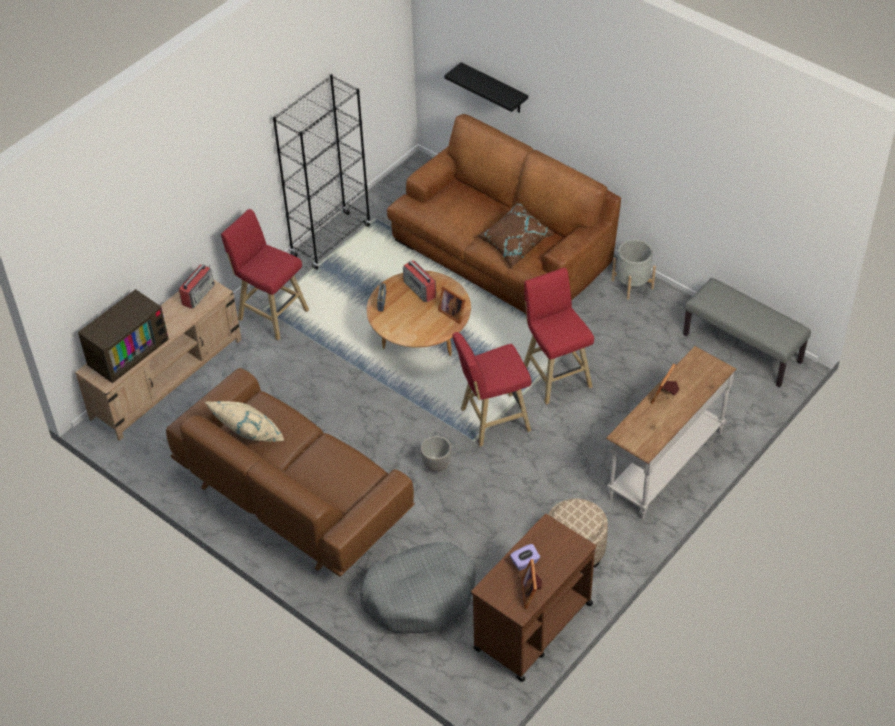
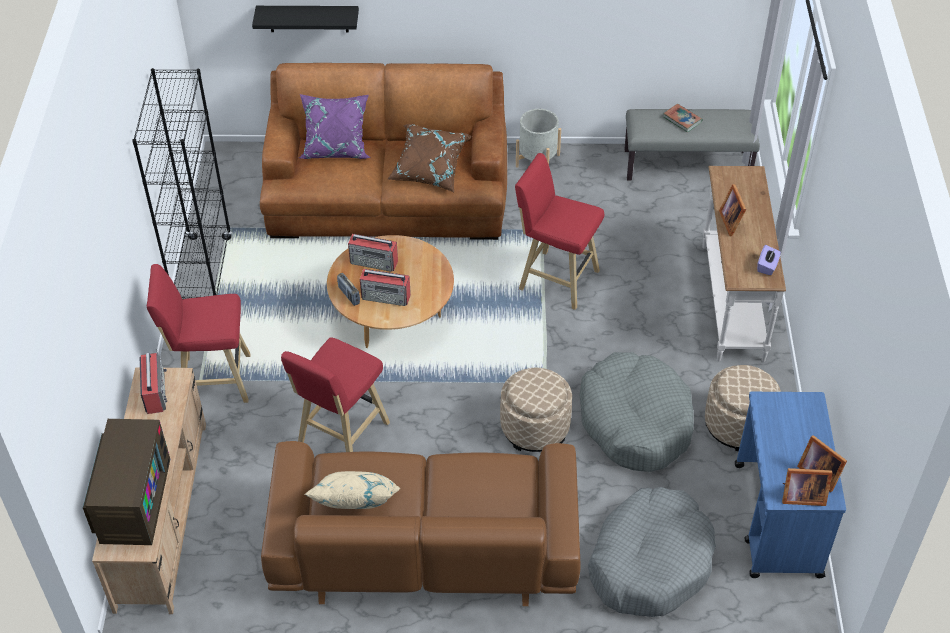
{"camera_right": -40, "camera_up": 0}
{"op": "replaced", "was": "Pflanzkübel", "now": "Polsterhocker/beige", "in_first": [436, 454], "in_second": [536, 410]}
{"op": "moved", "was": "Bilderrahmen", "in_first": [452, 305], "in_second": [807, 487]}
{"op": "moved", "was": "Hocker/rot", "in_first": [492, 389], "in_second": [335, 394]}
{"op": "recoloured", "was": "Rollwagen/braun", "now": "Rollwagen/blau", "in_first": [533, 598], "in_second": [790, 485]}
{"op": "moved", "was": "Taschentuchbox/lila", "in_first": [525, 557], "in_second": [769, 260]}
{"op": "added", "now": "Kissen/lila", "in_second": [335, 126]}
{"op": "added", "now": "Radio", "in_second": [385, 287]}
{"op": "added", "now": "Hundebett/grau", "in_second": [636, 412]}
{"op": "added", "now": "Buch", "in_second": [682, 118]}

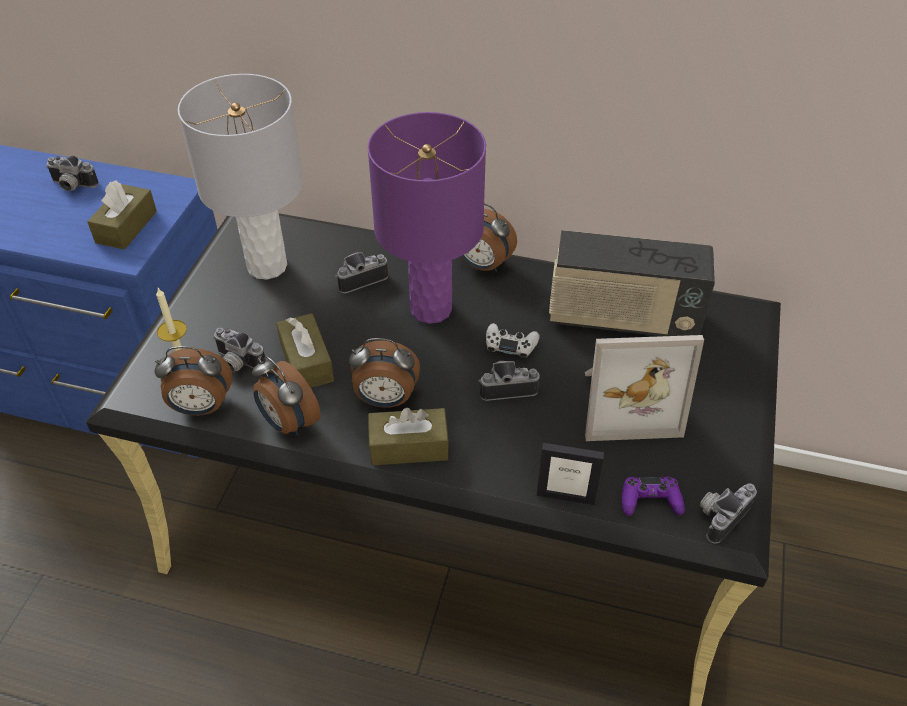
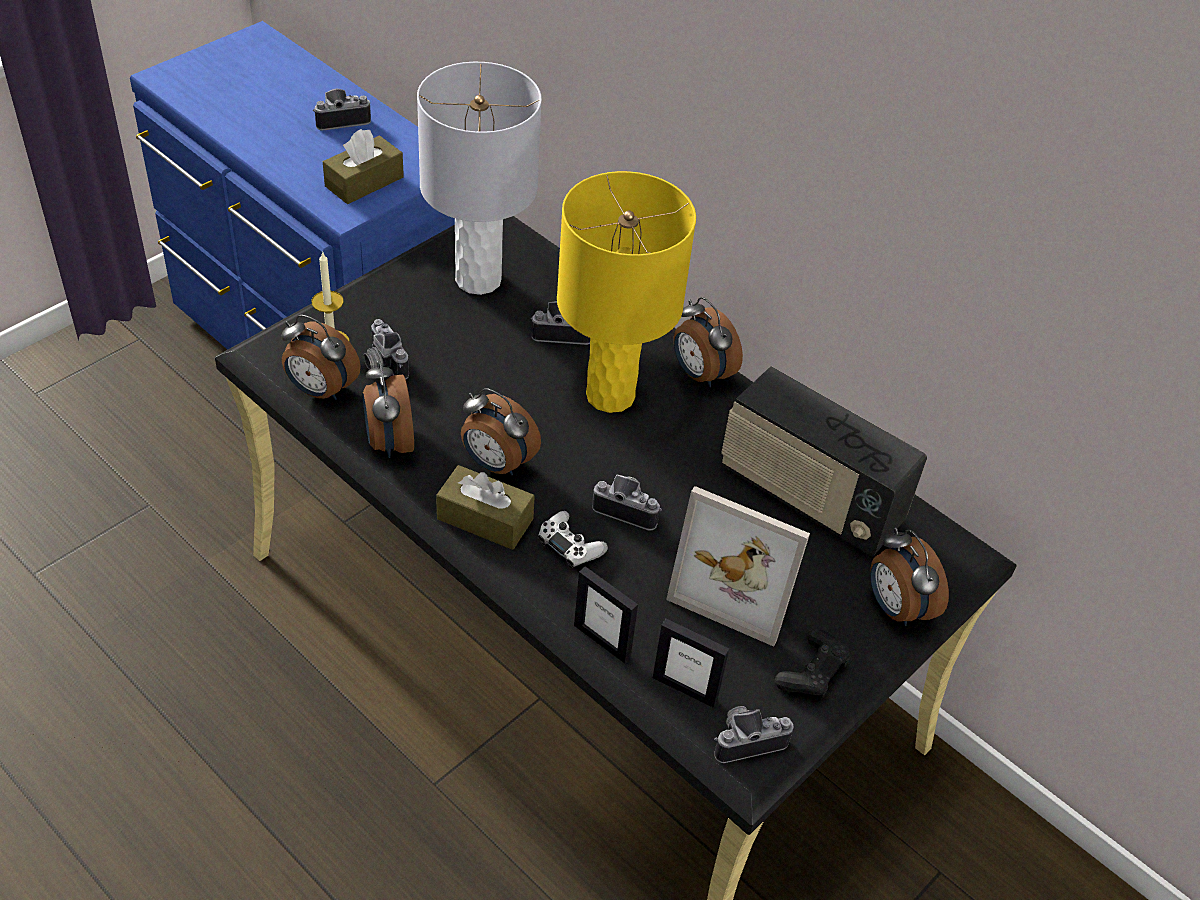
{"camera_right": 25, "camera_up": 0}
{"op": "turned", "was": "Kamera", "in_first": [72, 173], "in_second": [342, 110], "clockwise": 120}
{"op": "removed", "was": "Taschentuchbox/braun", "in_first": [305, 350]}
{"op": "recoloured", "was": "Tischlampe/lila", "now": "Tischlampe/gelb", "in_first": [426, 218], "in_second": [626, 292]}
{"op": "moved", "was": "Gamepad/weiß", "in_first": [513, 341], "in_second": [573, 539]}
{"op": "replaced", "was": "Gamepad/lila", "now": "Bilderrahmen", "in_first": [653, 496], "in_second": [691, 663]}
{"op": "added", "now": "Gamepad/schwarz", "in_second": [813, 662]}
{"op": "added", "now": "Wecker", "in_second": [909, 576]}

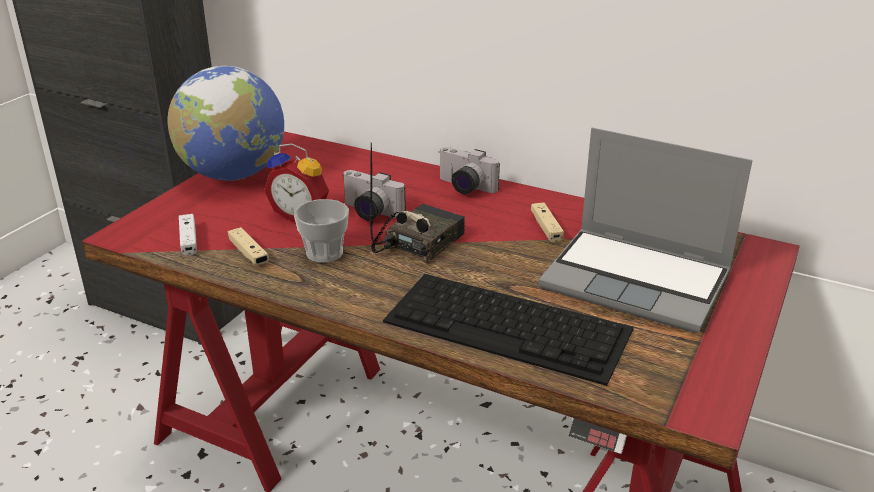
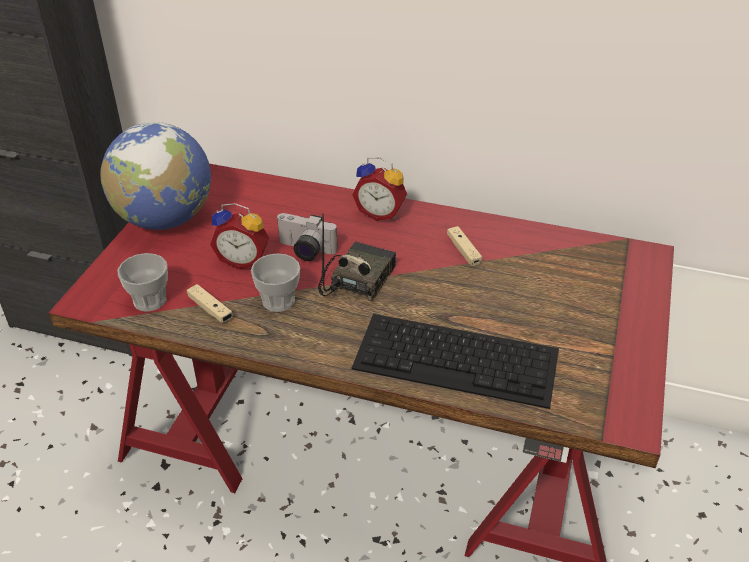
{"camera_right": -10, "camera_up": 10}
{"op": "replaced", "was": "Gamepad/weiß", "now": "Tasse", "in_first": [188, 235], "in_second": [143, 282]}
{"op": "replaced", "was": "Kamera", "now": "Wecker", "in_first": [469, 170], "in_second": [379, 189]}
{"op": "removed", "was": "Laptop", "in_first": [645, 230]}

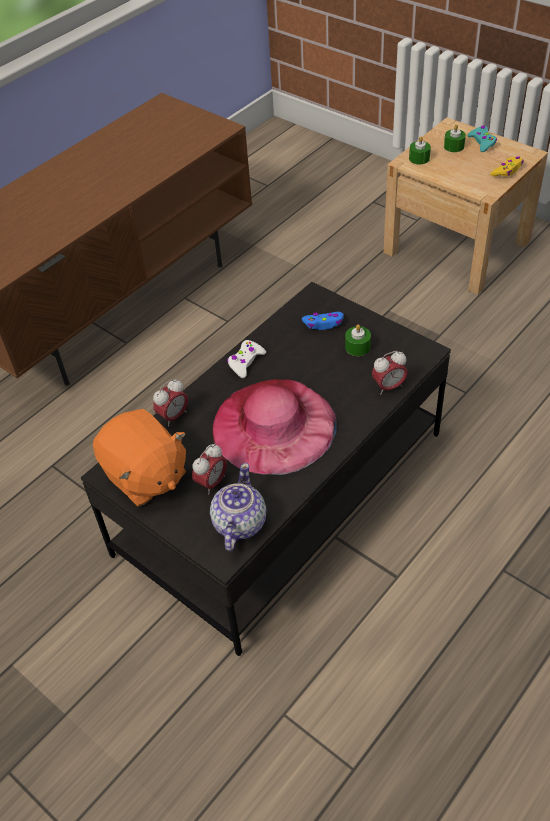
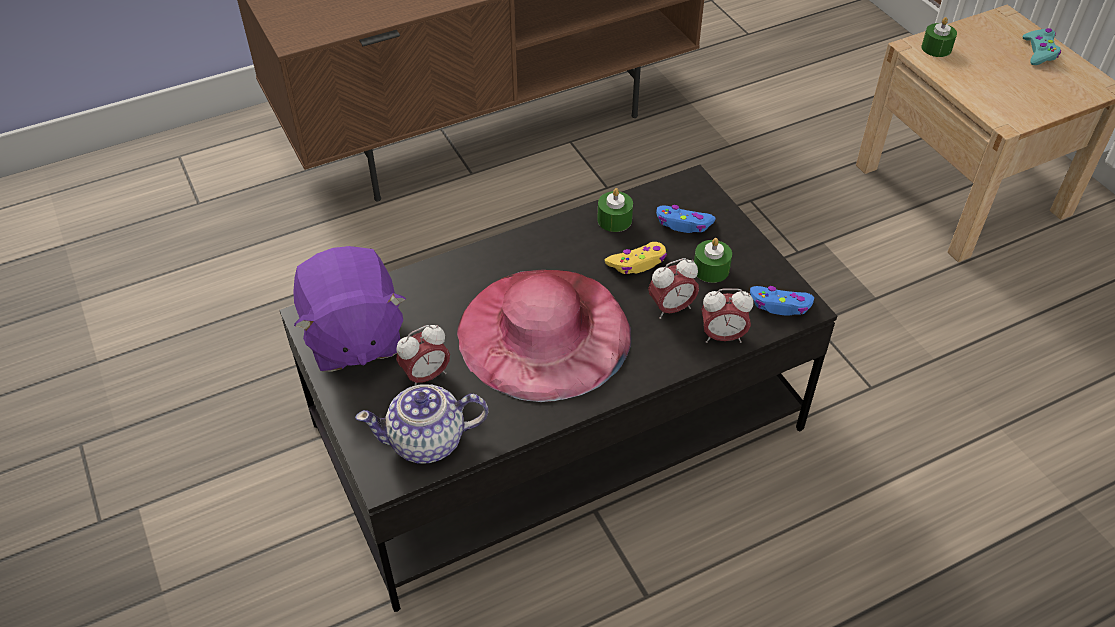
{"camera_right": 20, "camera_up": 0}
{"op": "recoloured", "was": "Plüschtier/orange", "now": "Plüschtier/lila", "in_first": [139, 457], "in_second": [349, 309]}
{"op": "moved", "was": "Wecker", "in_first": [170, 402], "in_second": [673, 288]}
{"op": "turned", "was": "Teekanne", "in_first": [238, 507], "in_second": [421, 423], "clockwise": -135}
{"op": "removed", "was": "Gamepad/weiß", "in_first": [246, 359]}
{"op": "moved", "was": "Kerze/grün", "in_first": [455, 138], "in_second": [615, 210]}
{"op": "moved", "was": "Gamepad/gelb", "in_first": [507, 166], "in_second": [636, 258]}
{"op": "added", "now": "Gamepad/blau", "in_second": [782, 301]}

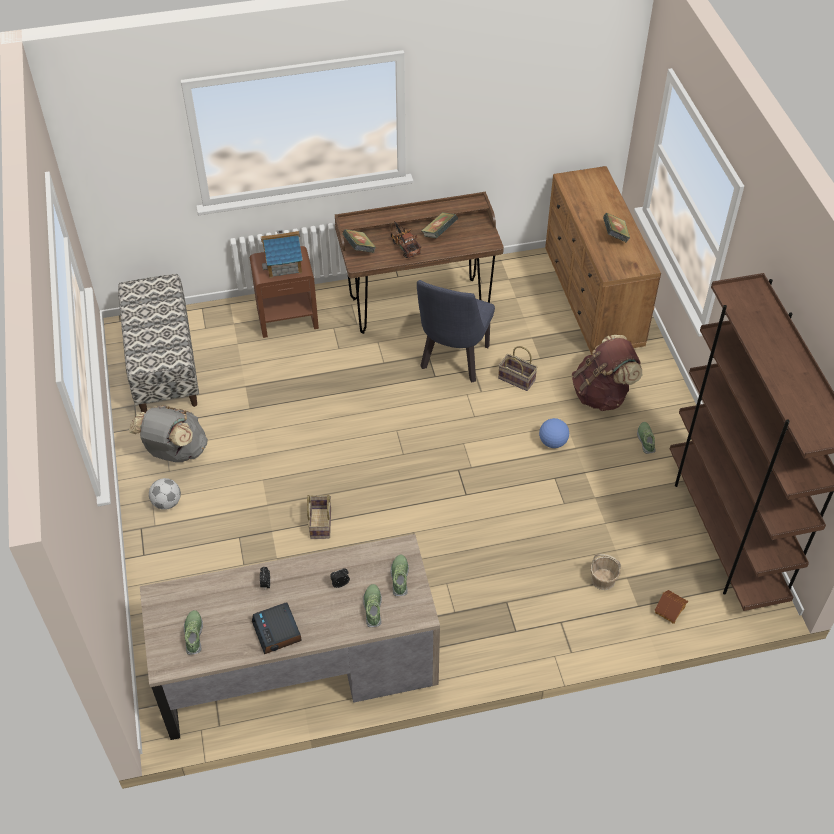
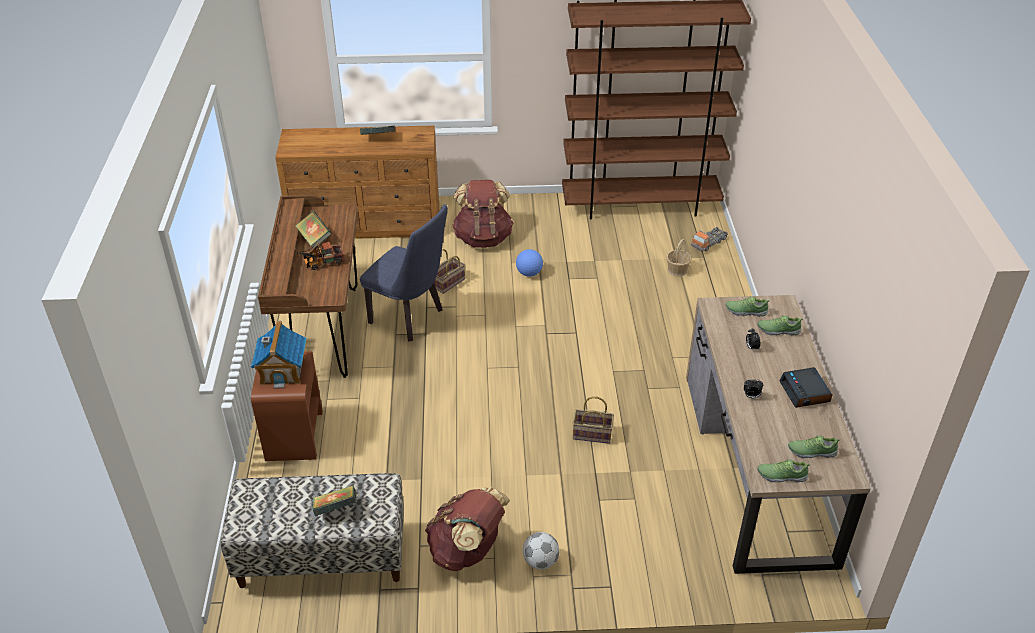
{"camera_right": -80, "camera_up": -10}
{"op": "recoloured", "was": "Rucksack/grau", "now": "Rucksack/braun", "in_first": [168, 433], "in_second": [467, 529]}
{"op": "turned", "was": "Wecker", "in_first": [277, 628], "in_second": [806, 387], "clockwise": 90}
{"op": "moved", "was": "Buch", "in_first": [359, 241], "in_second": [334, 500]}
{"op": "moved", "was": "Schuh", "in_first": [646, 438], "in_second": [784, 471]}
{"op": "replaced", "was": "Spielzeughaus", "now": "Spielzeuglaster", "in_first": [671, 607], "in_second": [709, 239]}

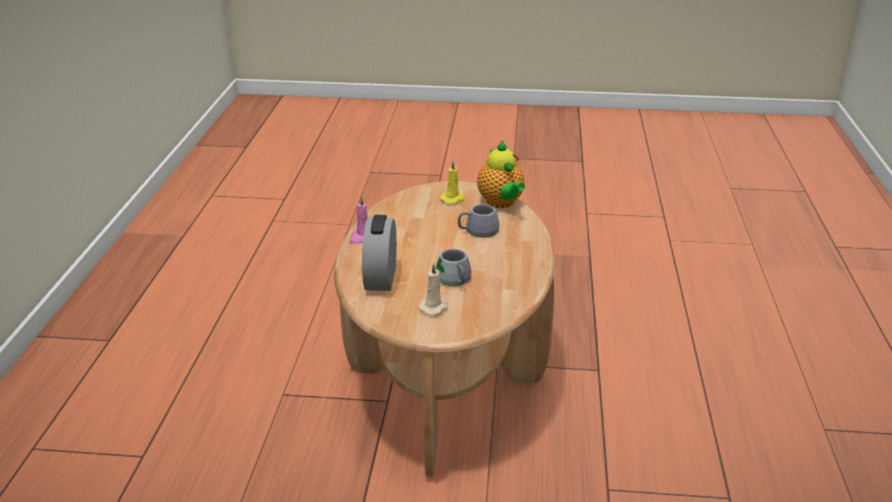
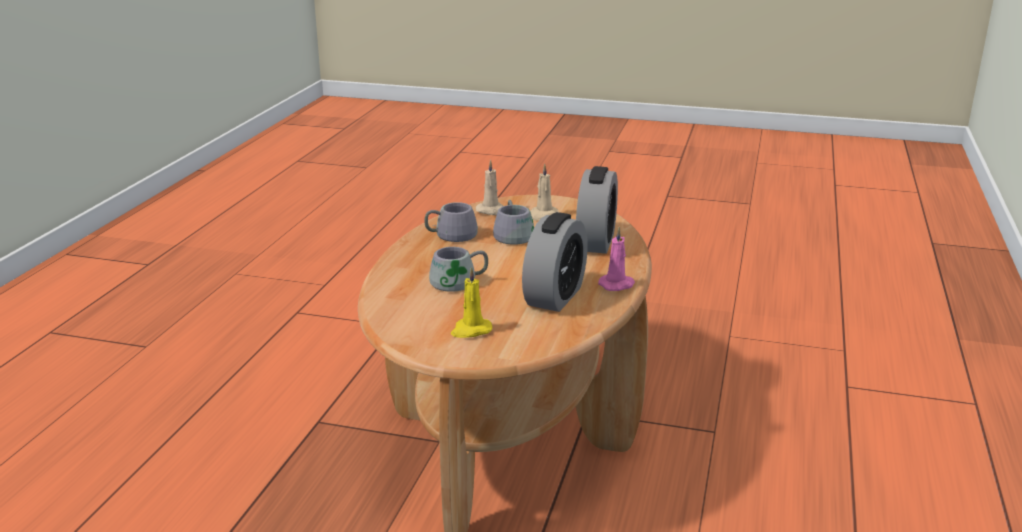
{"camera_right": -170, "camera_up": -5}
{"op": "removed", "was": "Teekanne", "in_first": [501, 174]}
{"op": "added", "now": "Henkelbecher/grau", "in_second": [451, 222]}
{"op": "added", "now": "Kerze/beige", "in_second": [489, 187]}
{"op": "added", "now": "Wecker", "in_second": [555, 262]}

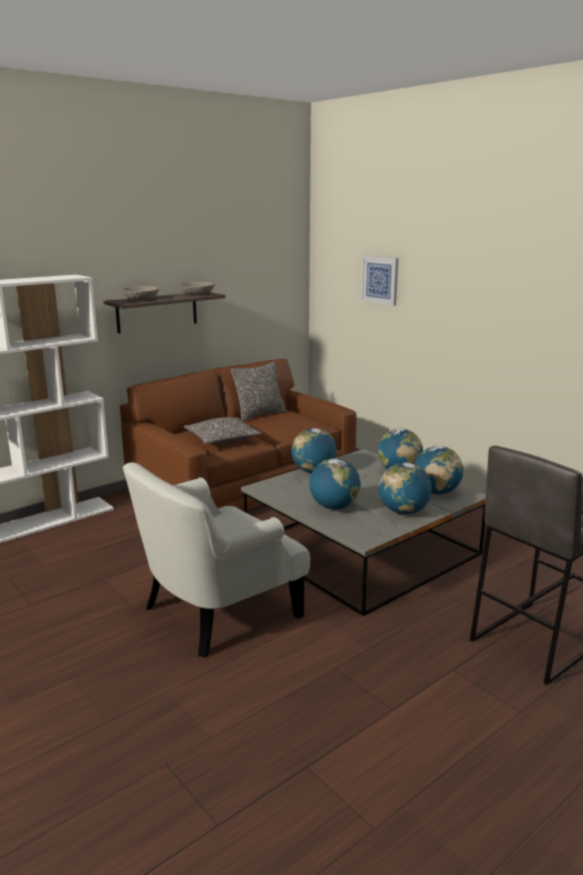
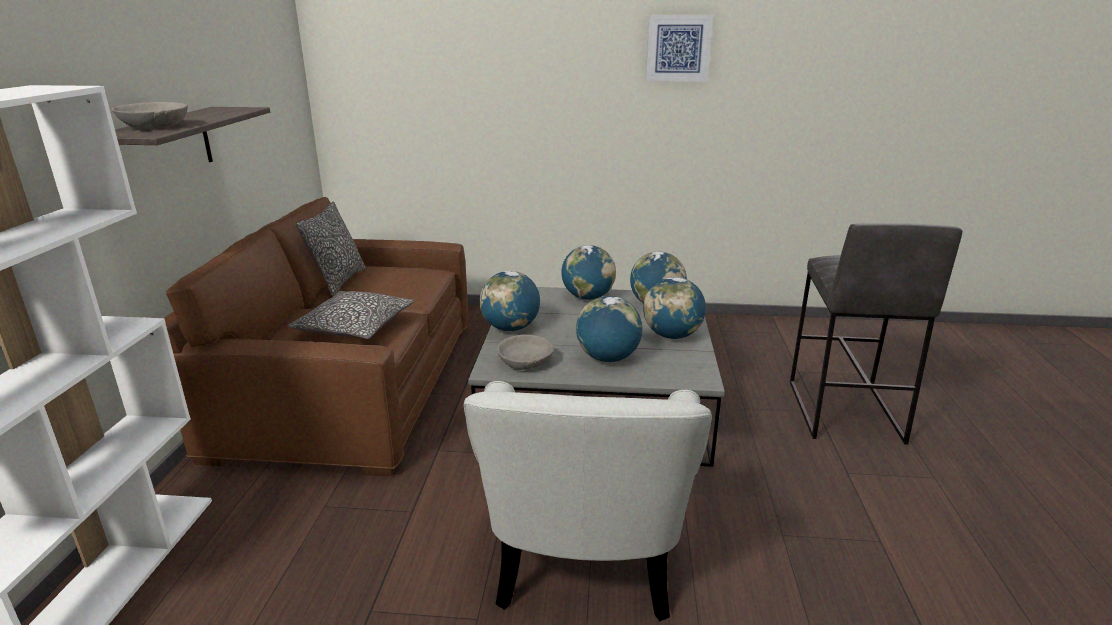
{"camera_right": -45, "camera_up": 5}
{"op": "moved", "was": "Schüssel/grau", "in_first": [197, 288], "in_second": [525, 352]}
{"op": "moved", "was": "Bild", "in_first": [379, 281], "in_second": [679, 48]}

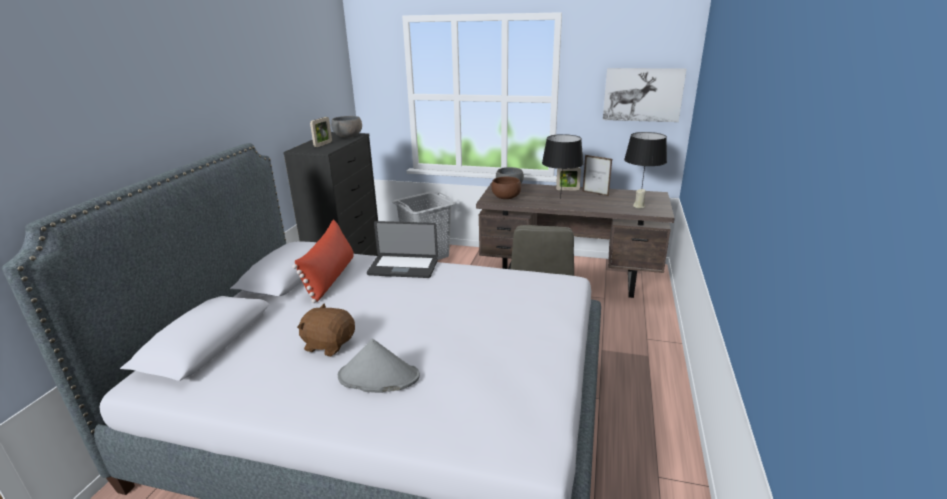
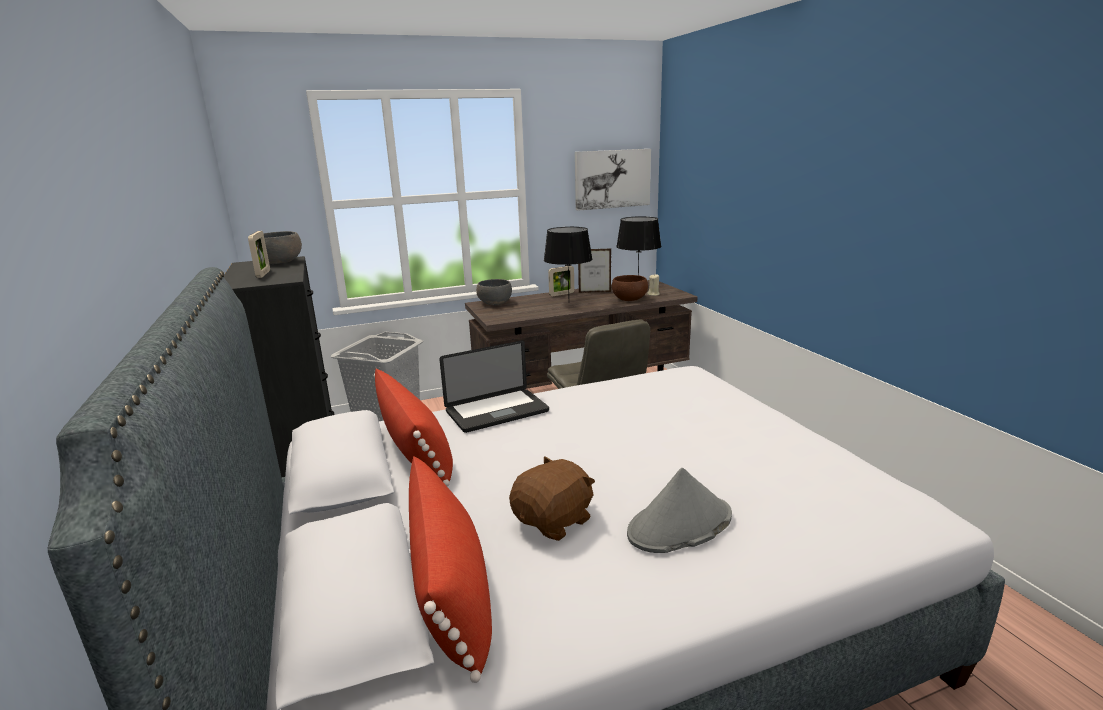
{"camera_right": -35, "camera_up": -5}
{"op": "turned", "was": "Plüschtier/braun", "in_first": [326, 330], "in_second": [552, 498], "clockwise": 150}
{"op": "moved", "was": "Schüssel/braun", "in_first": [506, 188], "in_second": [630, 288]}
{"op": "added", "now": "Kissen/rot", "in_second": [450, 569]}

